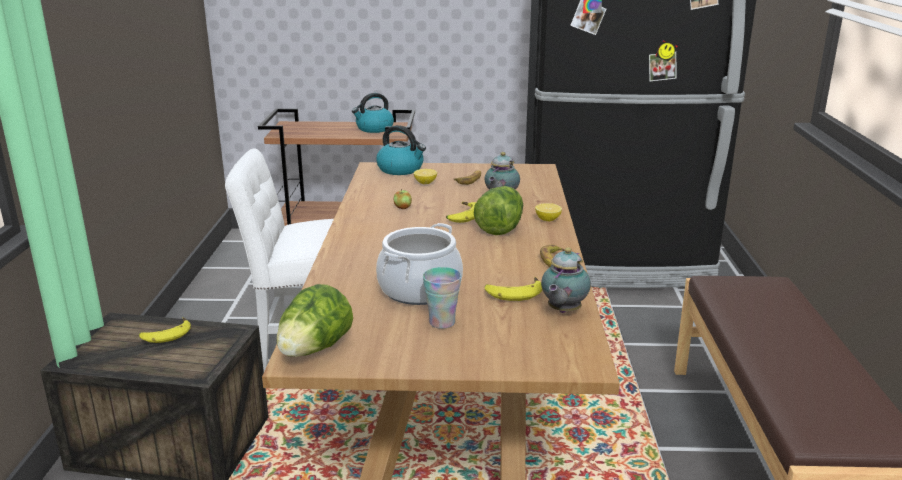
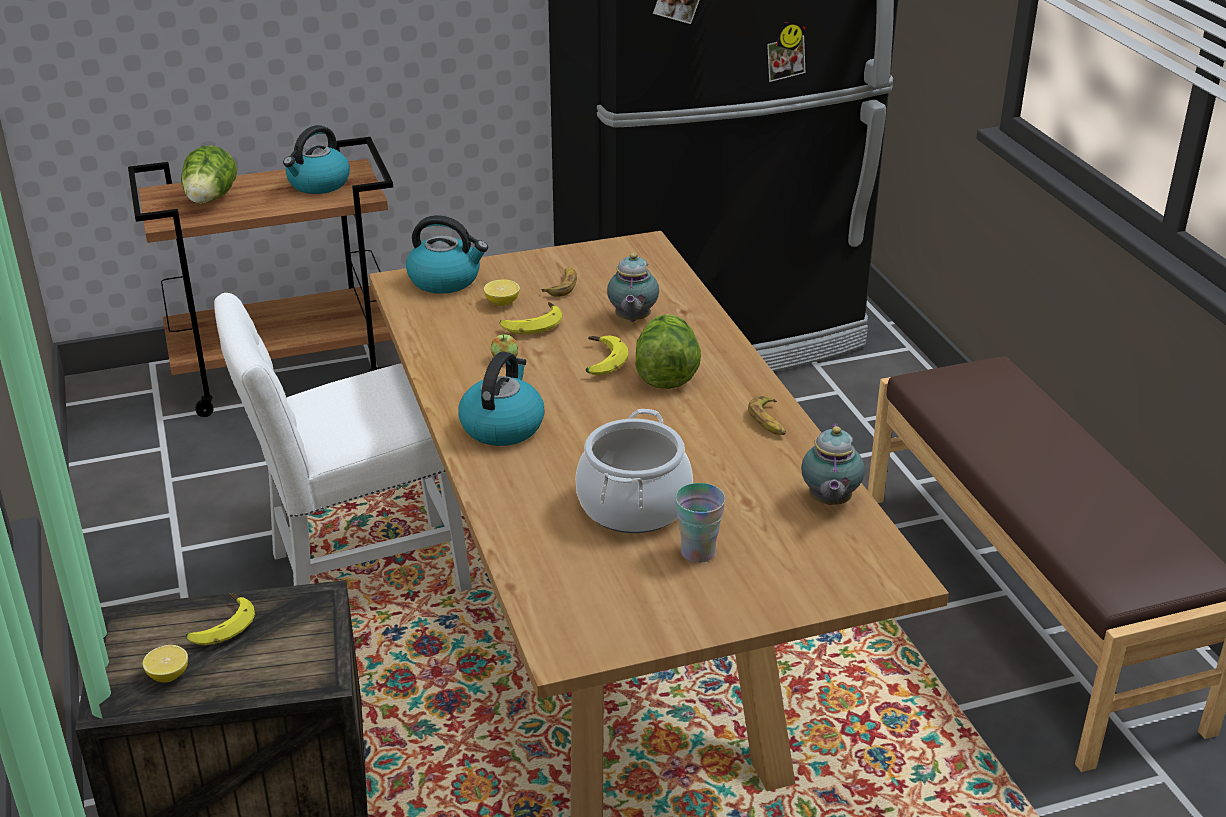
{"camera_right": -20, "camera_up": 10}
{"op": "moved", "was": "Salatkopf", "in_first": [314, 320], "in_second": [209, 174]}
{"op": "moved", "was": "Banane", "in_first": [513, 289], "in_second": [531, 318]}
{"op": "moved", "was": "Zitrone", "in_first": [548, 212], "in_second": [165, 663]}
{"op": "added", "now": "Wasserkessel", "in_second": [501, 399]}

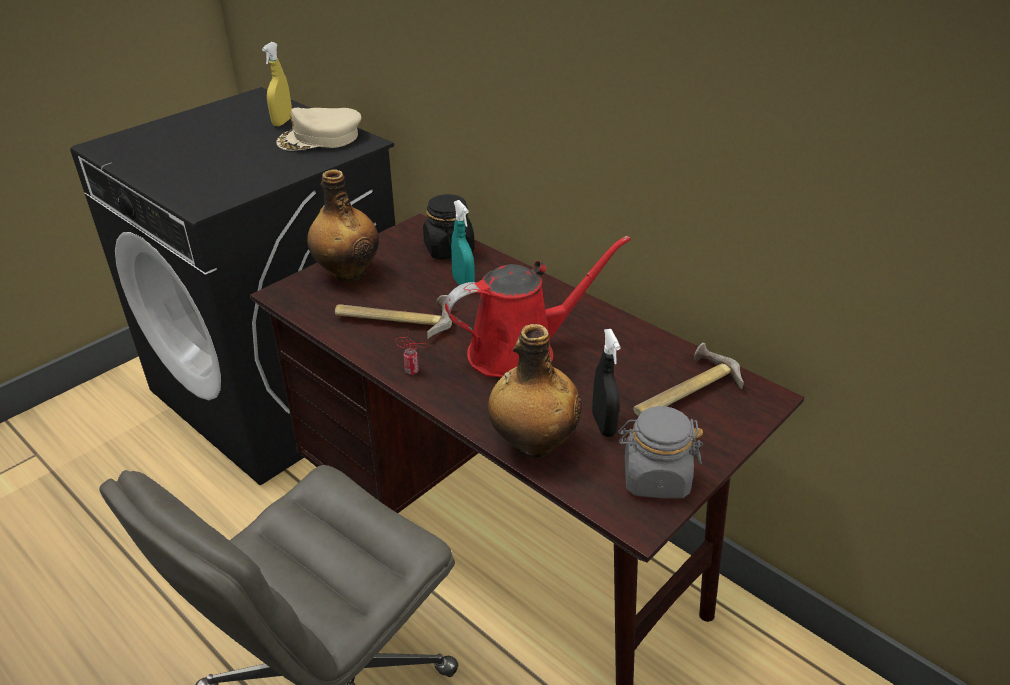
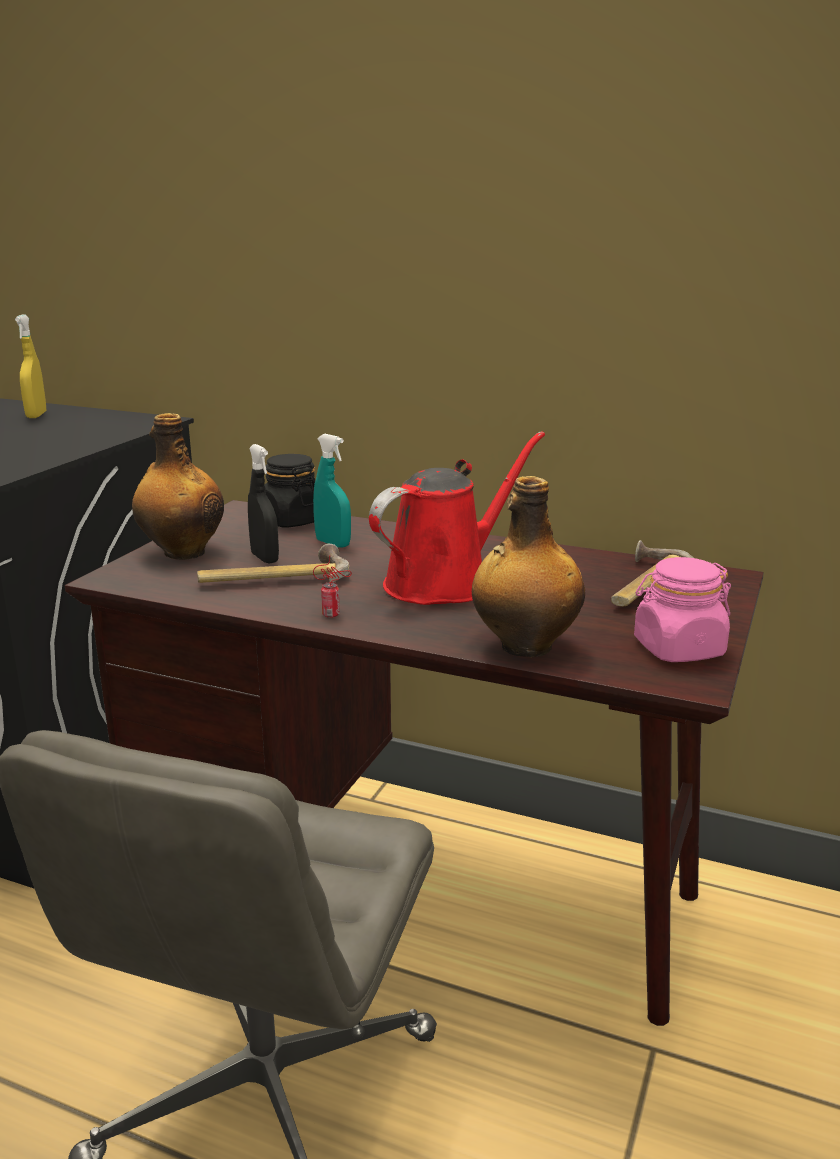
{"camera_right": -20, "camera_up": -15}
{"op": "removed", "was": "Kappe/beige", "in_first": [318, 129]}
{"op": "moved", "was": "Sprühflasche/schwarz", "in_first": [606, 383], "in_second": [263, 504]}
{"op": "recoloured", "was": "Vorratsglas/grau", "now": "Vorratsglas/rosa", "in_first": [660, 452], "in_second": [682, 609]}

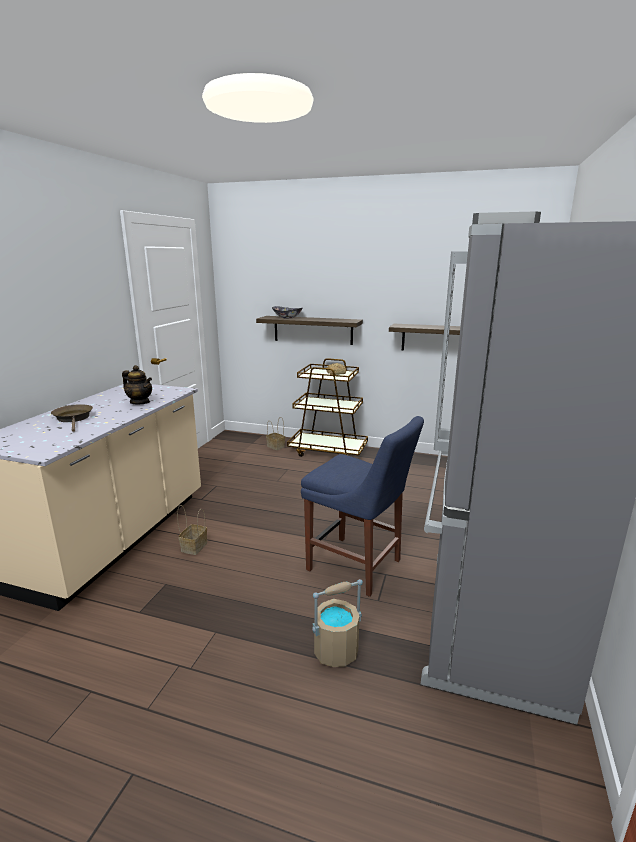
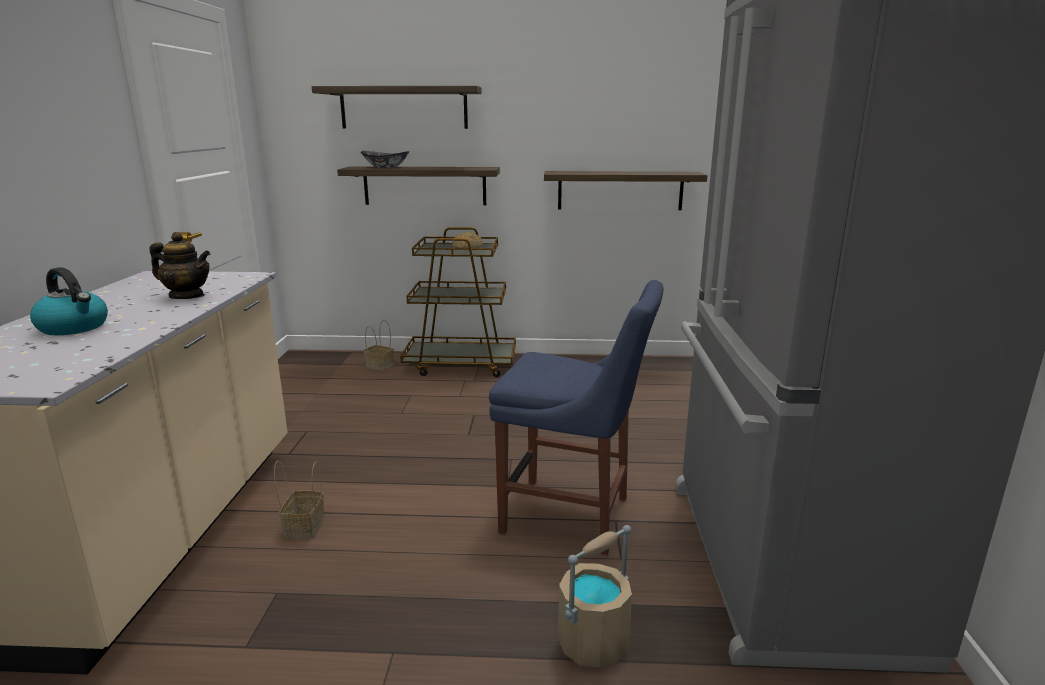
{"camera_right": -15, "camera_up": 0}
{"op": "replaced", "was": "Pfanne/braun", "now": "Wasserkessel", "in_first": [72, 418], "in_second": [69, 301]}
{"op": "added", "now": "Wandregal", "in_second": [397, 107]}

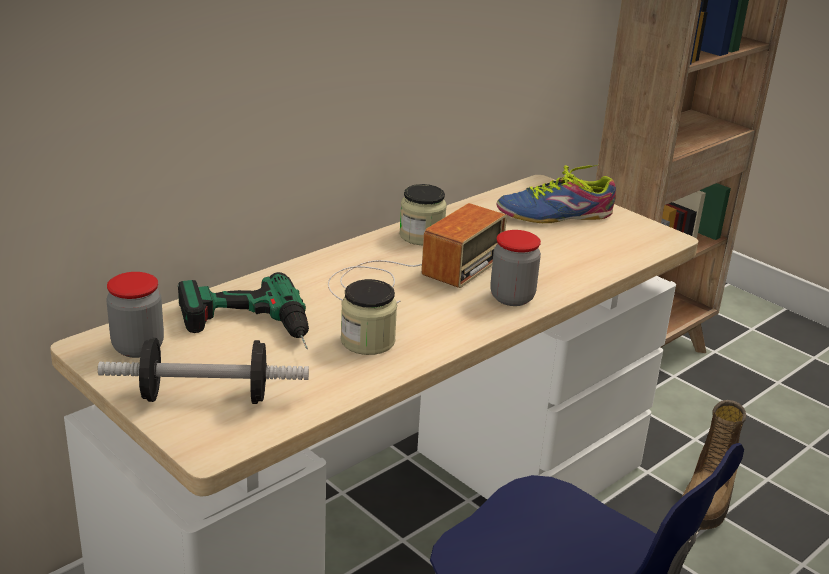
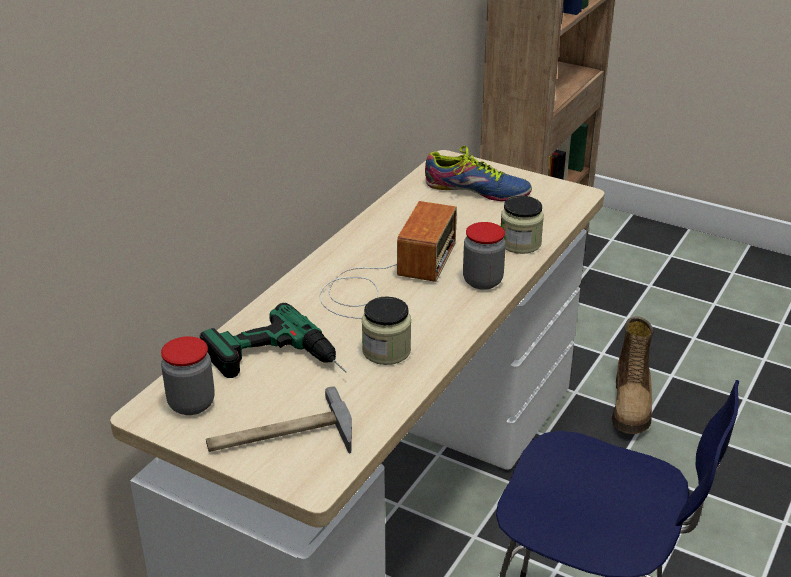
{"camera_right": -15, "camera_up": 5}
{"op": "replaced", "was": "Hantel", "now": "Hammer", "in_first": [203, 371], "in_second": [279, 419]}
{"op": "moved", "was": "Vorratsglas", "in_first": [423, 214], "in_second": [522, 225]}
{"op": "turned", "was": "Schuh", "in_first": [556, 194], "in_second": [478, 173], "clockwise": -135}

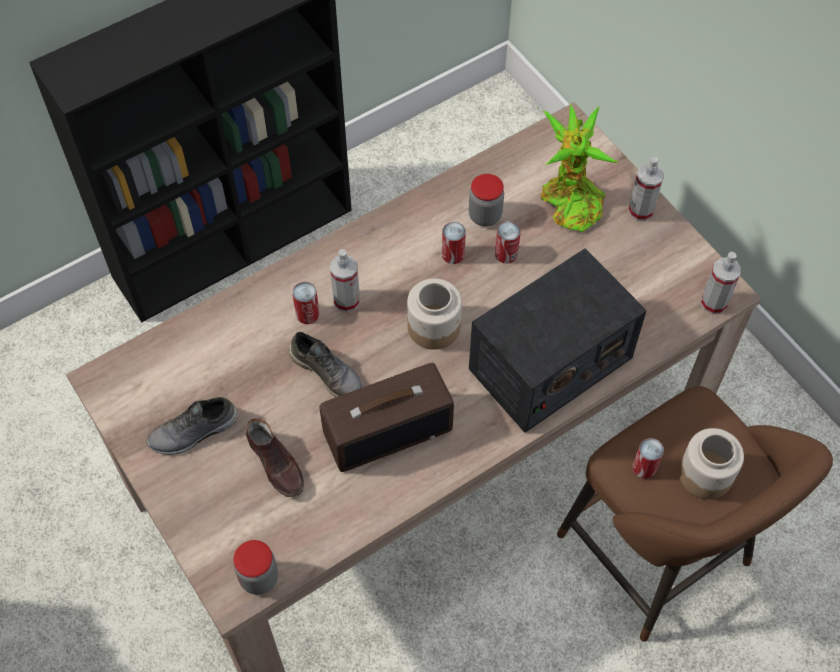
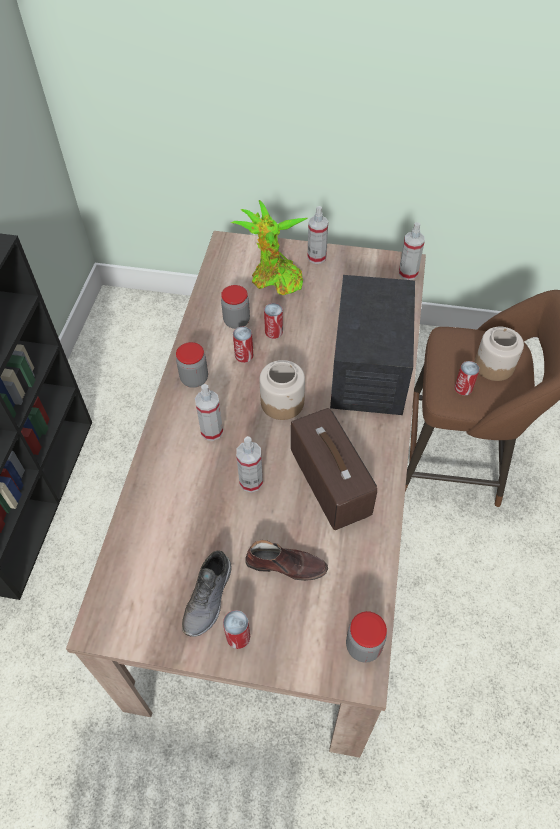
{"camera_right": -45, "camera_up": -5}
{"op": "replaced", "was": "Schuh/grau", "now": "Sprühflasche", "in_first": [326, 364], "in_second": [249, 464]}
{"op": "moved", "was": "Dose", "in_first": [305, 303], "in_second": [236, 629]}
{"op": "turned", "was": "Radio", "in_first": [387, 417], "in_second": [334, 469], "clockwise": -45}
{"op": "added", "now": "Vorratsglas", "in_second": [192, 365]}

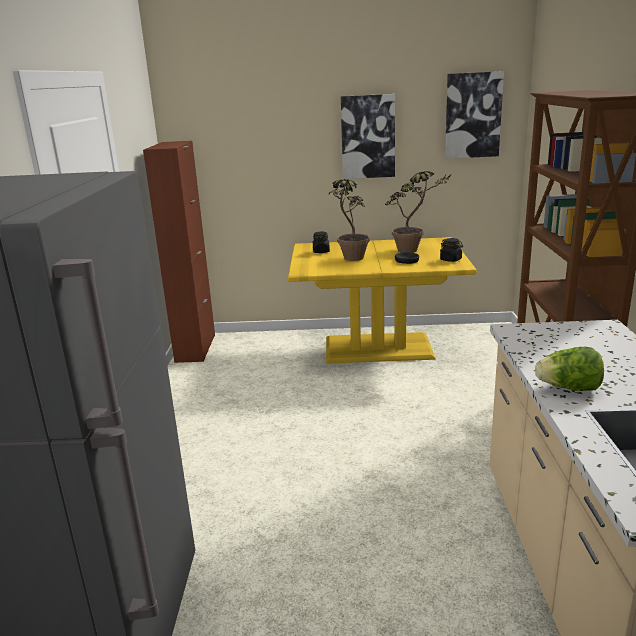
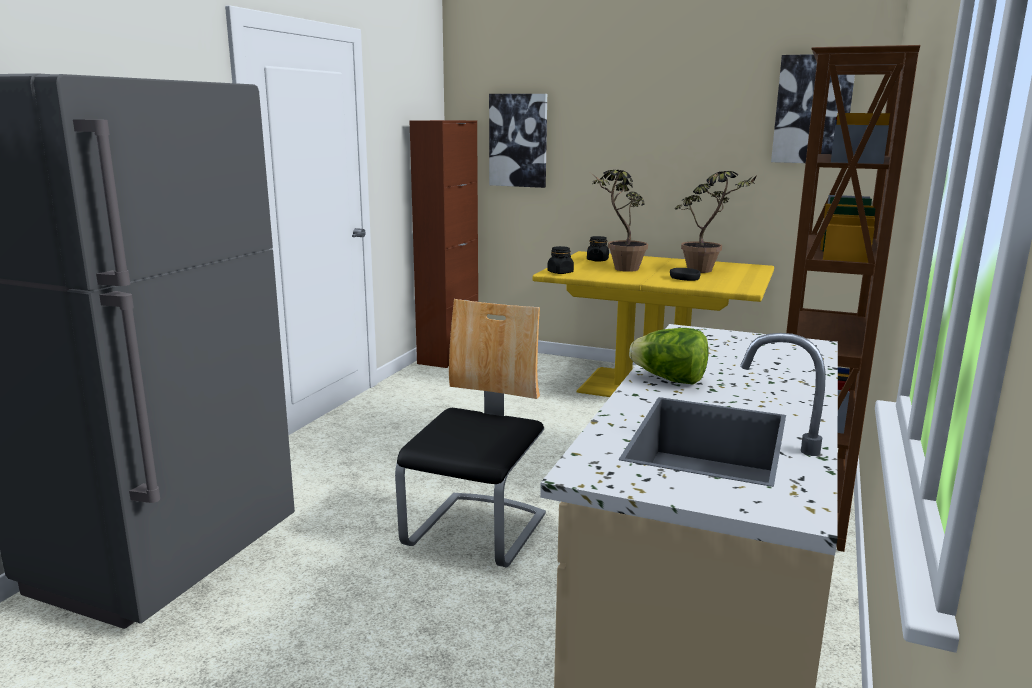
{"camera_right": 20, "camera_up": -5}
{"op": "moved", "was": "Bild", "in_first": [368, 136], "in_second": [518, 141]}
{"op": "moved", "was": "Vorratsglas/schwarz", "in_first": [451, 250], "in_second": [560, 260]}
{"op": "added", "now": "Stuhl", "in_second": [470, 433]}

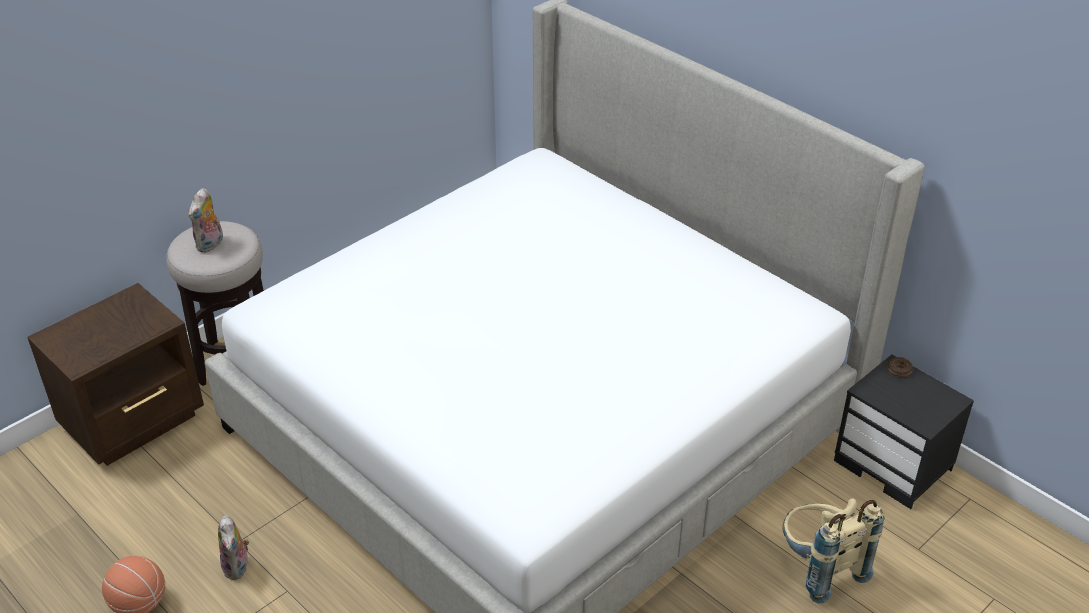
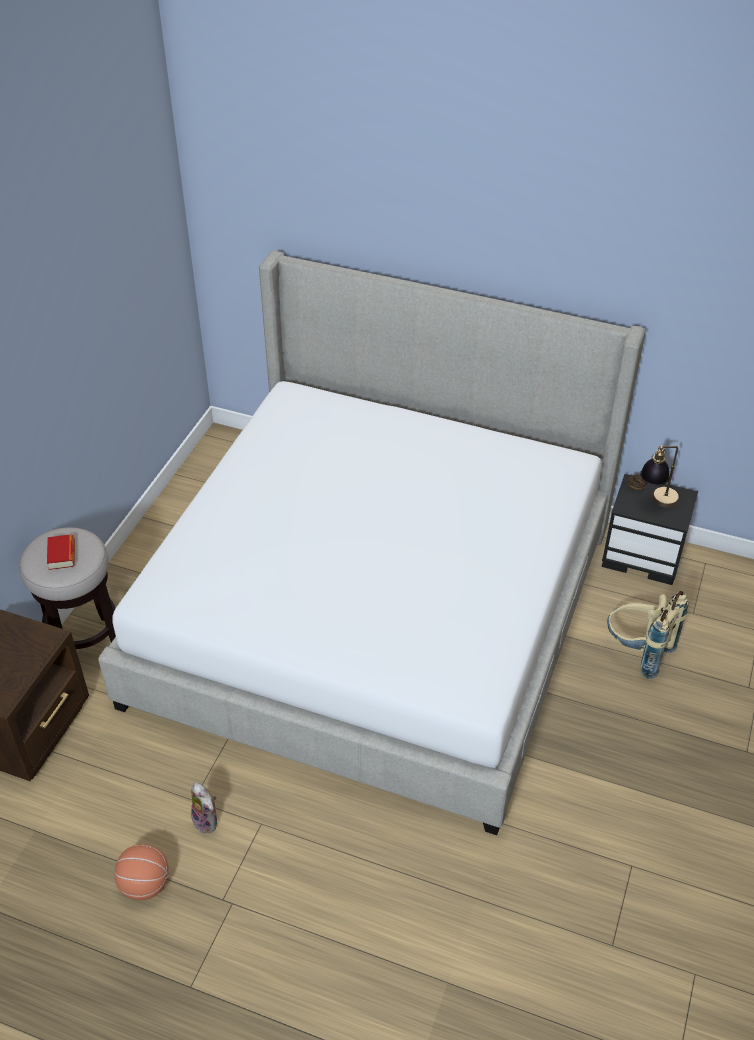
{"camera_right": -25, "camera_up": 5}
{"op": "replaced", "was": "Plüschtier", "now": "Buch", "in_first": [206, 220], "in_second": [61, 552]}
{"op": "added", "now": "Tischlampe", "in_second": [659, 476]}

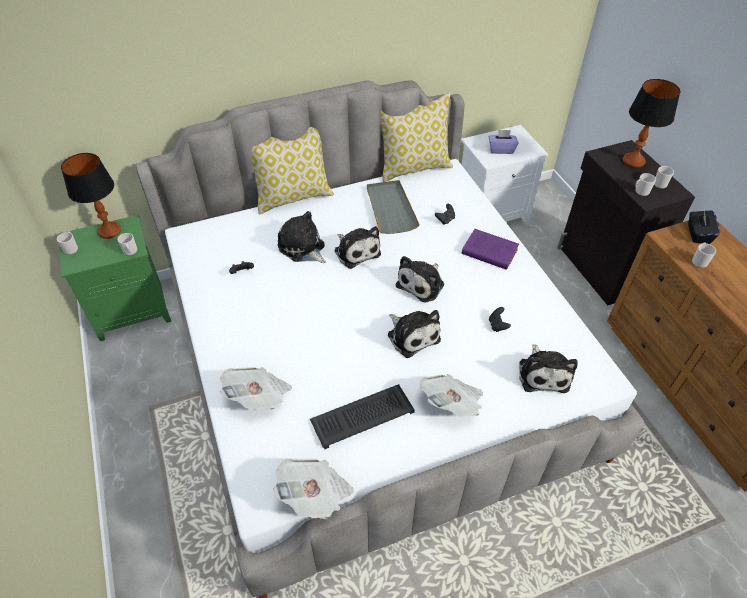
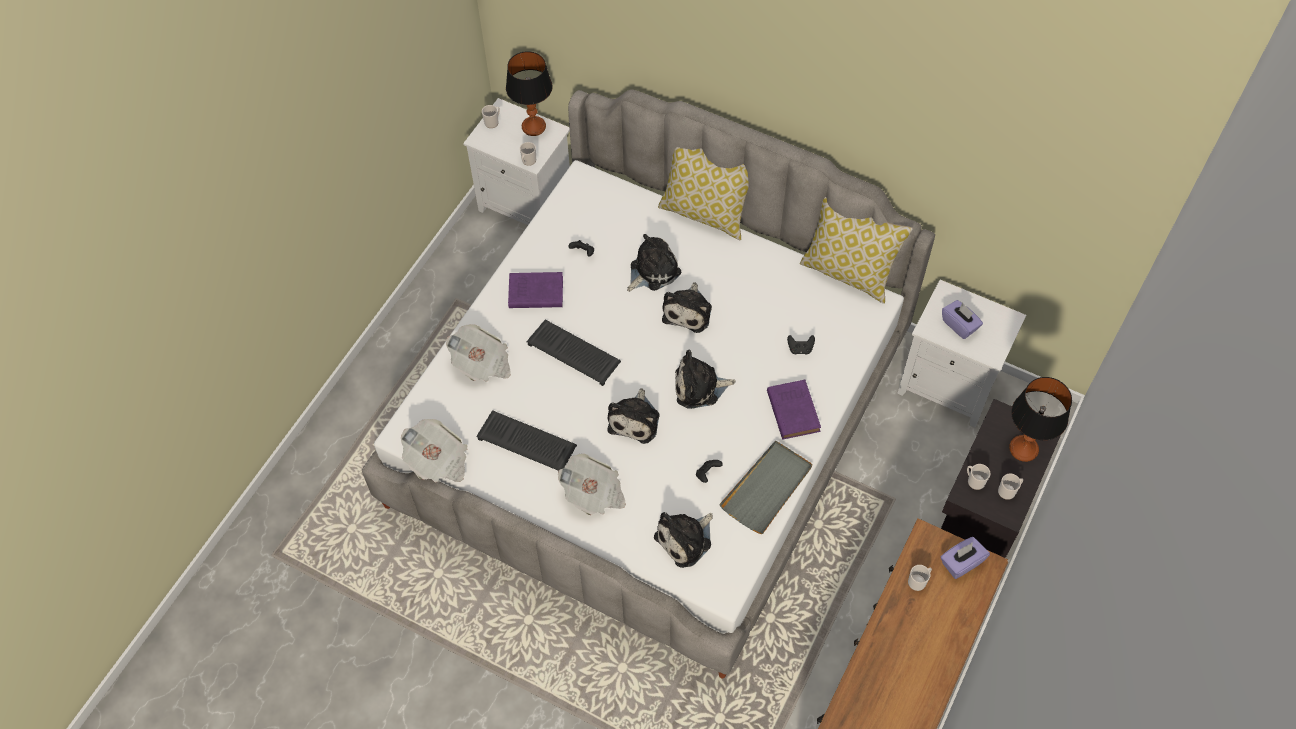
{"camera_right": 50, "camera_up": 10}
{"op": "recoloured", "was": "Nachttisch/grün", "now": "Nachttisch/weiß", "in_first": [115, 278], "in_second": [516, 161]}
{"op": "turned", "was": "Plüschtier", "in_first": [302, 237], "in_second": [654, 263], "clockwise": 45}
{"op": "moved", "was": "Tablett/grau", "in_first": [393, 207], "in_second": [765, 487]}
{"op": "recoloured", "was": "Taschentuchbox/schwarz", "now": "Taschentuchbox/lila", "in_first": [704, 227], "in_second": [965, 558]}
{"op": "added", "now": "Buch/lila", "in_second": [535, 290]}
{"op": "added", "now": "Tastatur", "in_second": [574, 353]}

